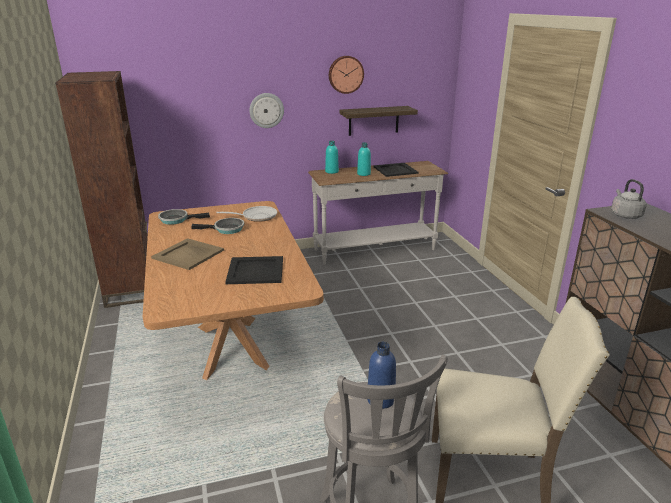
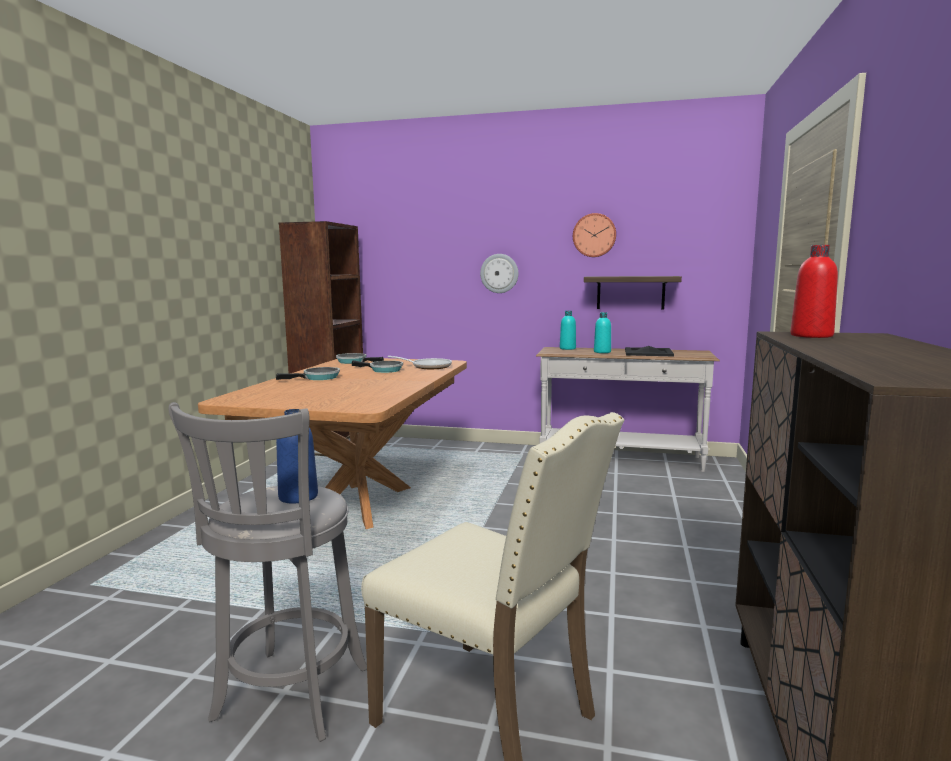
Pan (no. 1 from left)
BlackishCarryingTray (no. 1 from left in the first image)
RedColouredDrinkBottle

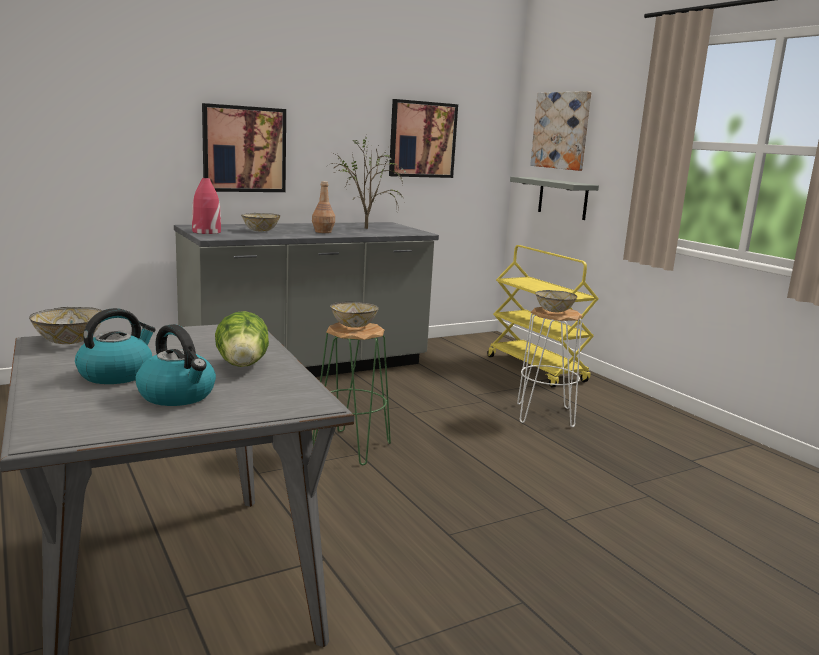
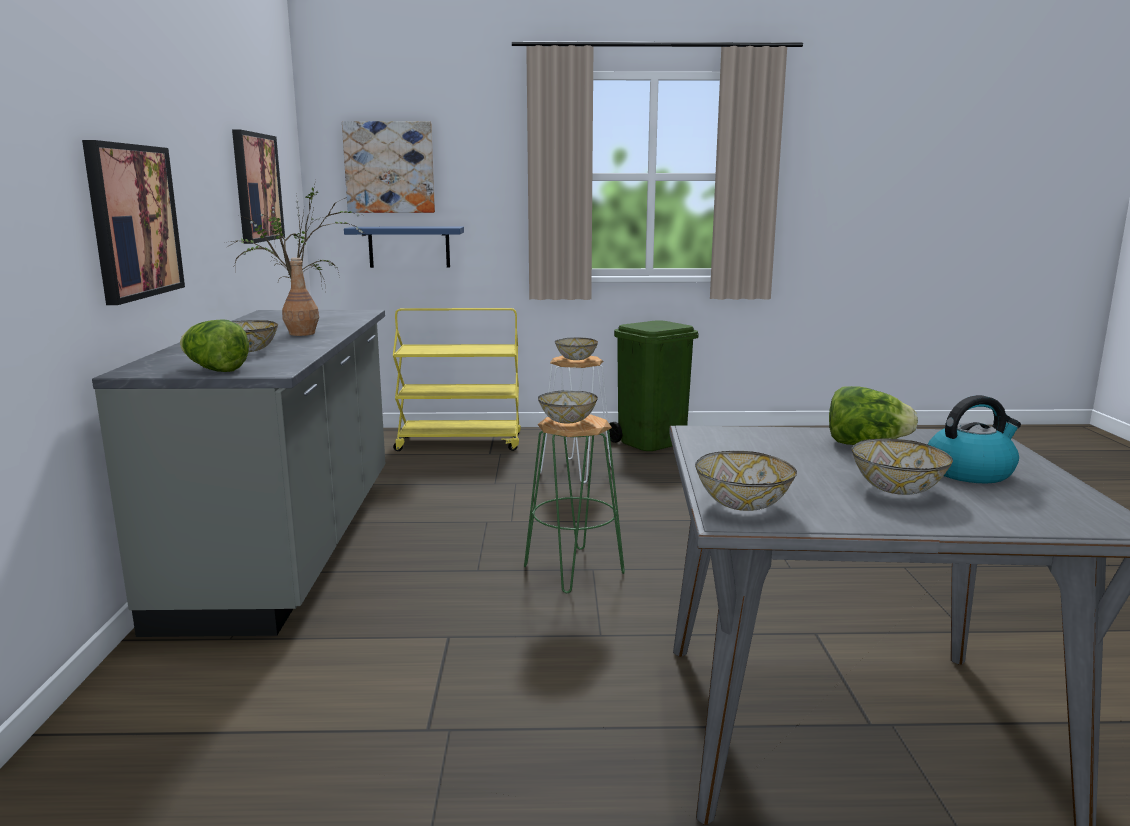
DeepDish (no. 5 from left)
LettuceHead (no. 1 from left)
BlueColouredWallShelf
GreenRubbishBin

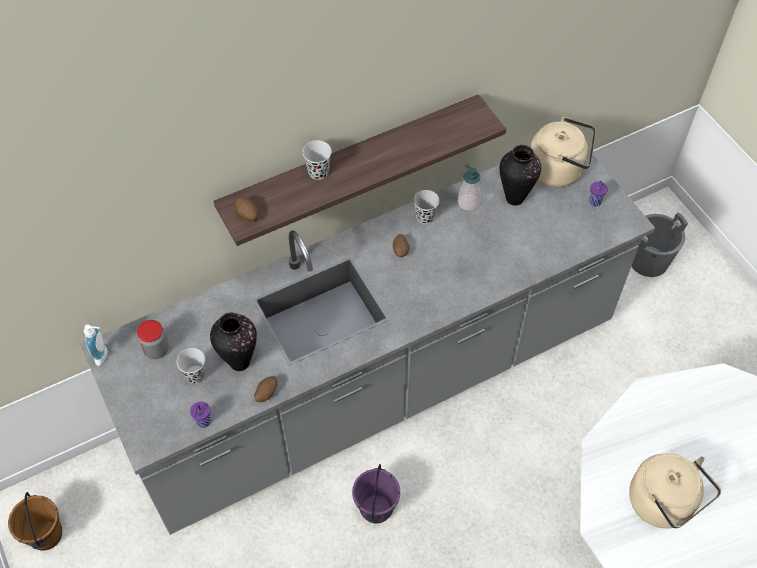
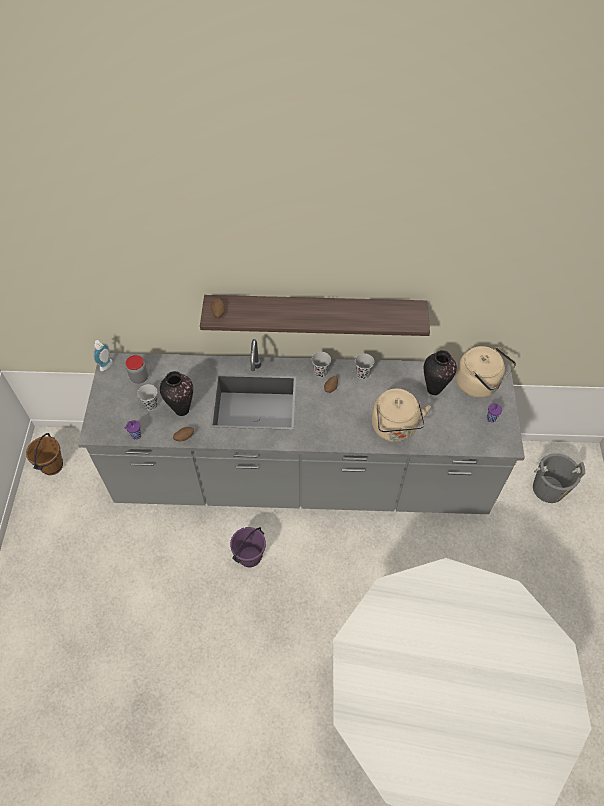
BlackishDrinkingCup (no. 2 from left)
SoapDispenser (no. 2 from left in the first image)
BeigeColouredTeaKettle (no. 1 from left)

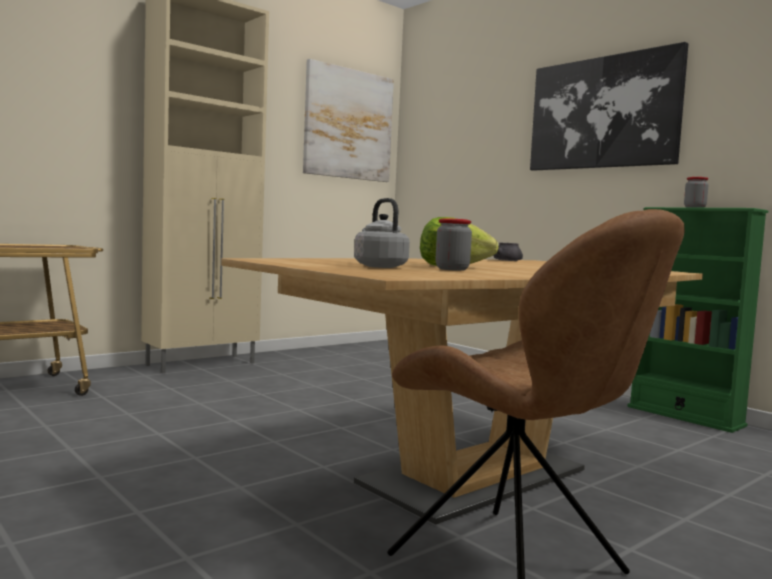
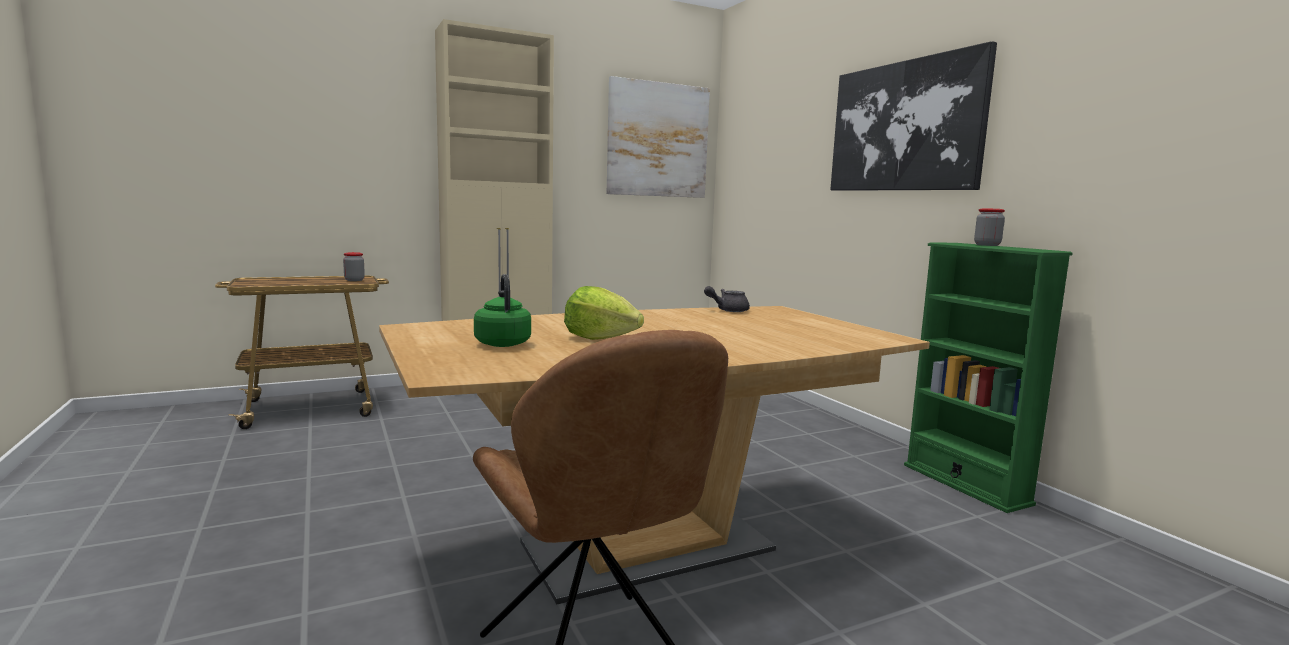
GreenTeaKettle
StorageJar (no. 1 from left)

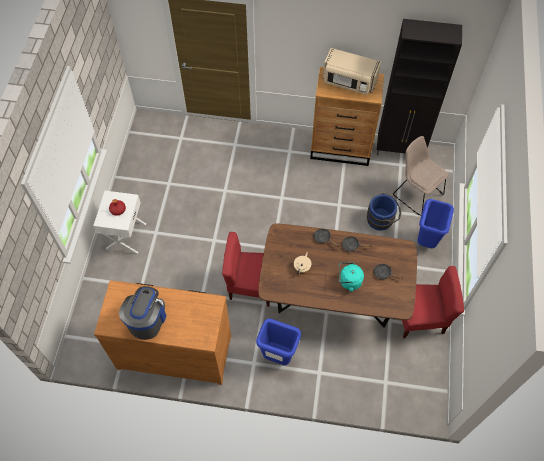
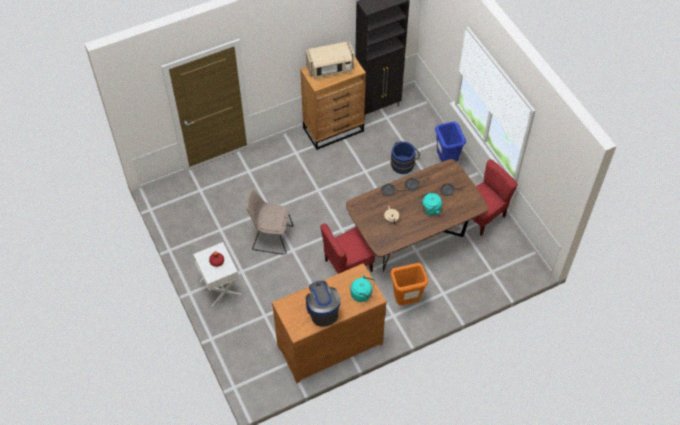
OrangeyRubbishBin
BeigeColouredChair
TurquoiseColouredTeaKettle (no. 1 from left)

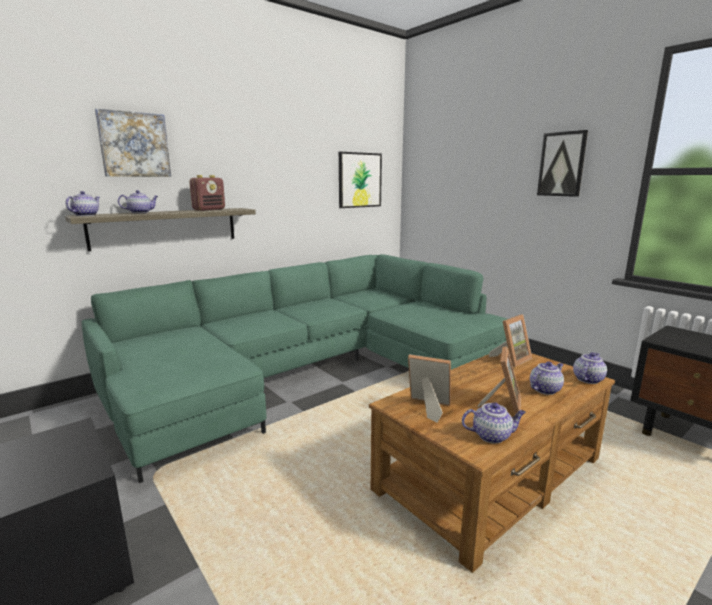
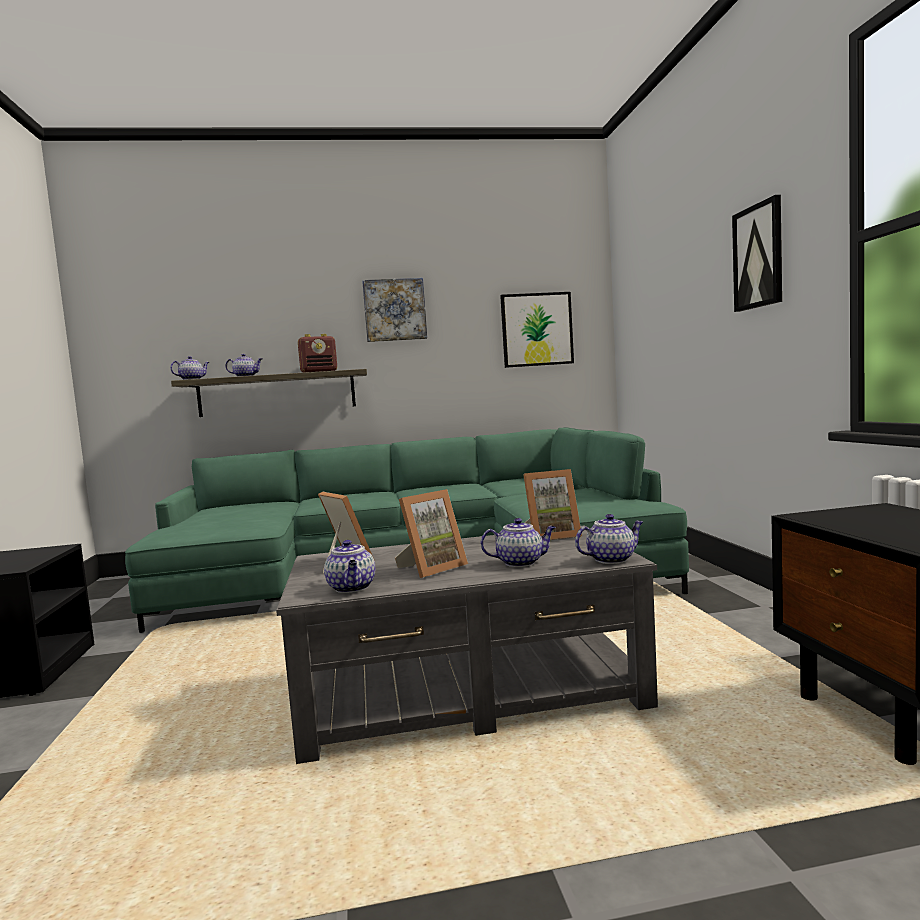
WallArt (no. 1 from left)
GreyishLoungeTable
TeaPot (no. 3 from left)

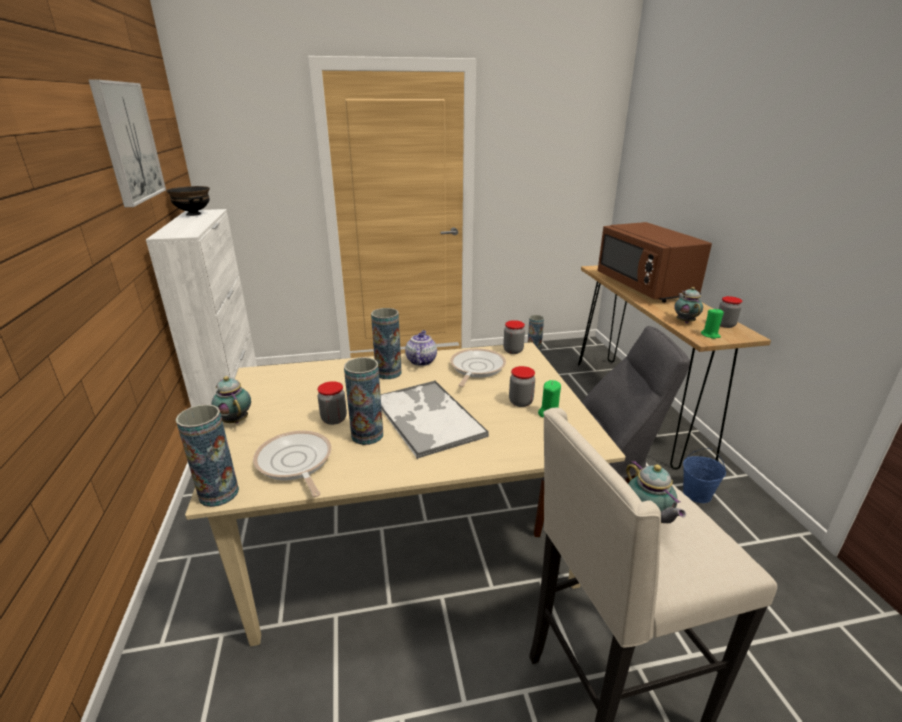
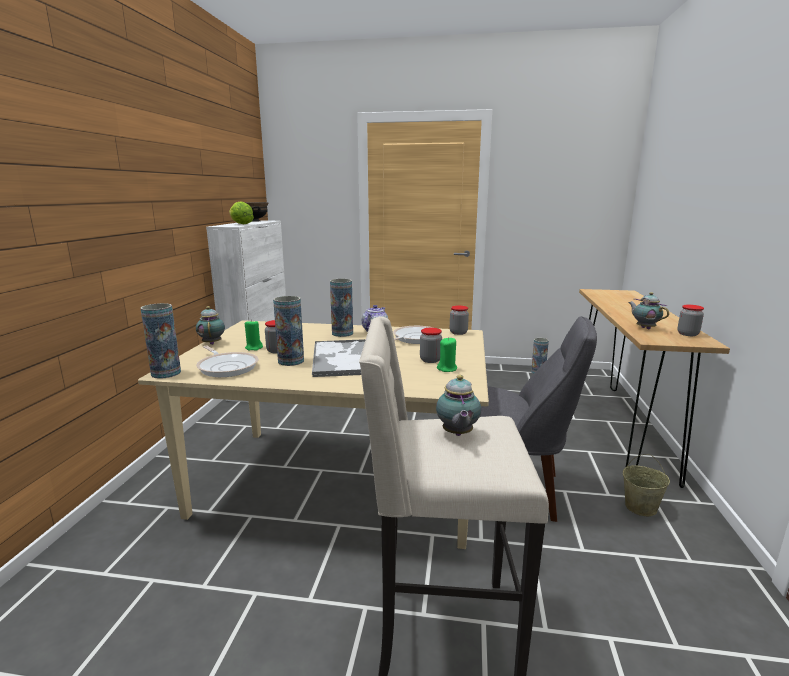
WallArt
Pan (no. 1 from left)
BrownishKitchenMicrowave
TeaPot (no. 4 from left)
BeigeColouredPail
GreenCandle (no. 1 from left)
LettuceHead

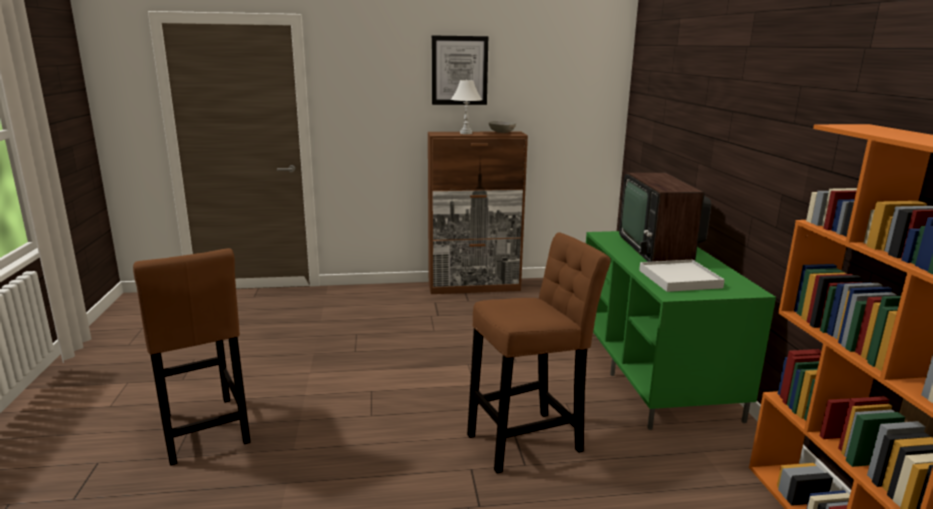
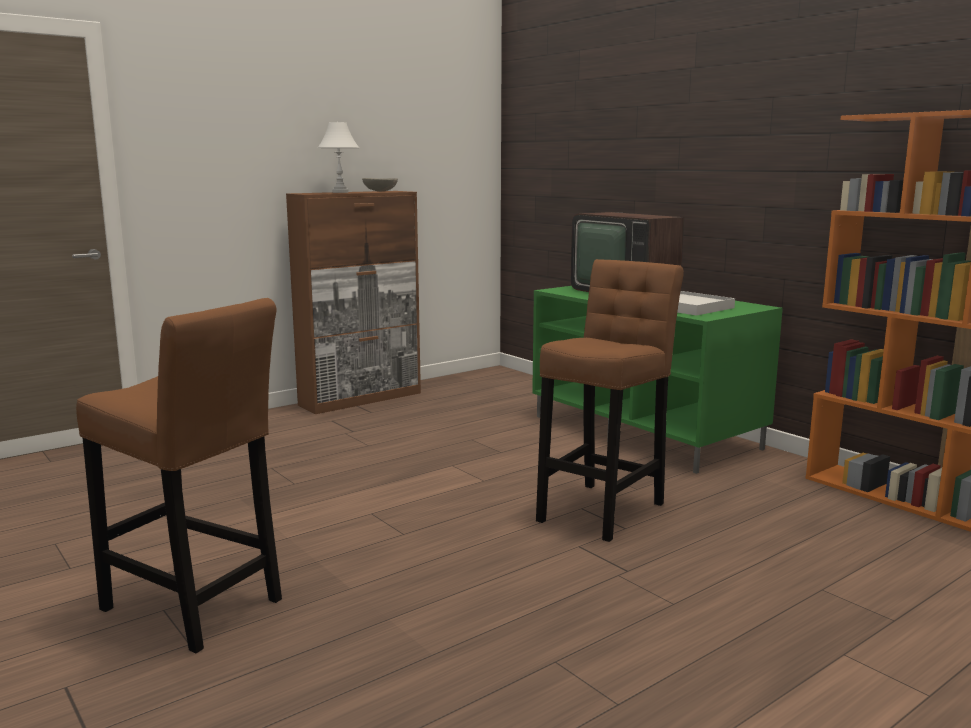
WallArt

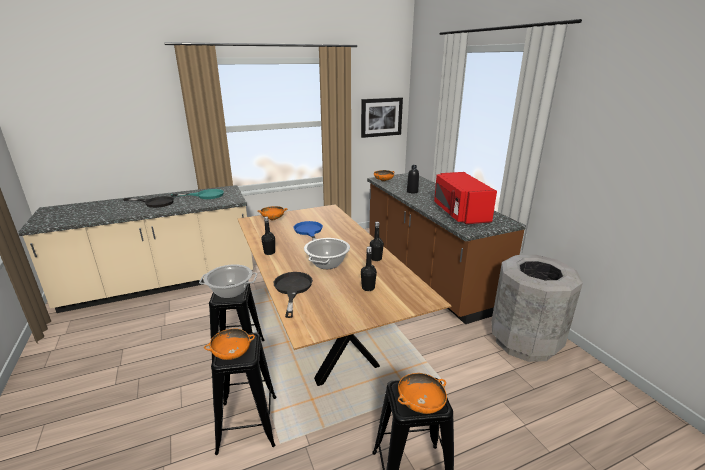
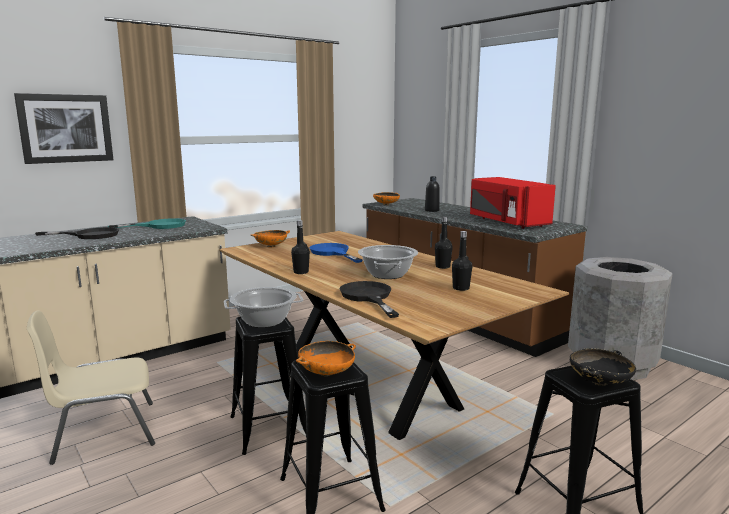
WallArt
BlackishDeepDish
BeigeColouredChair

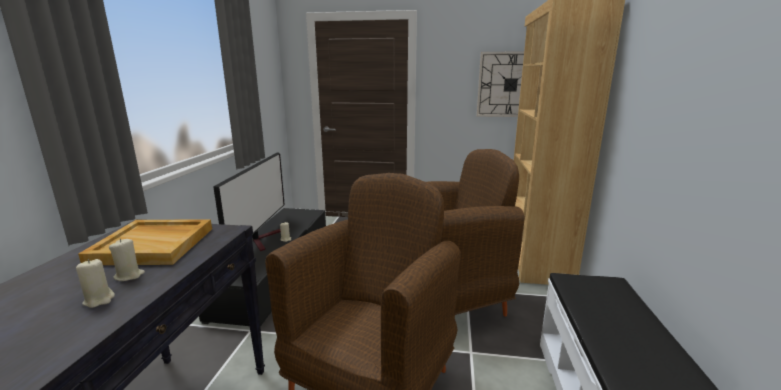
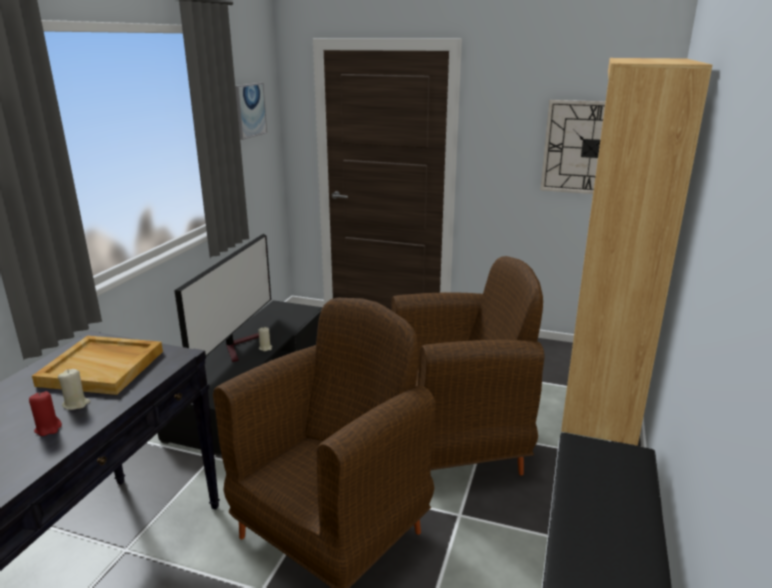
RedColouredCandle
WallArt

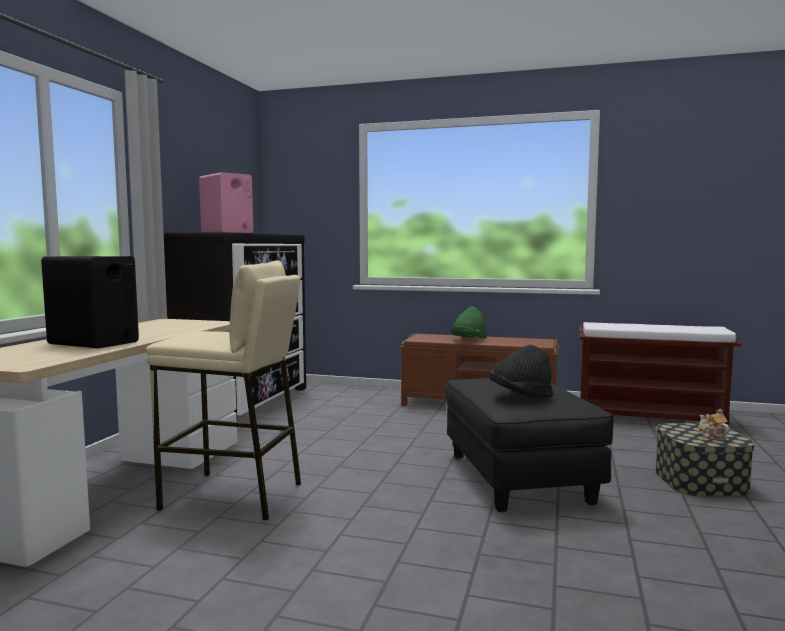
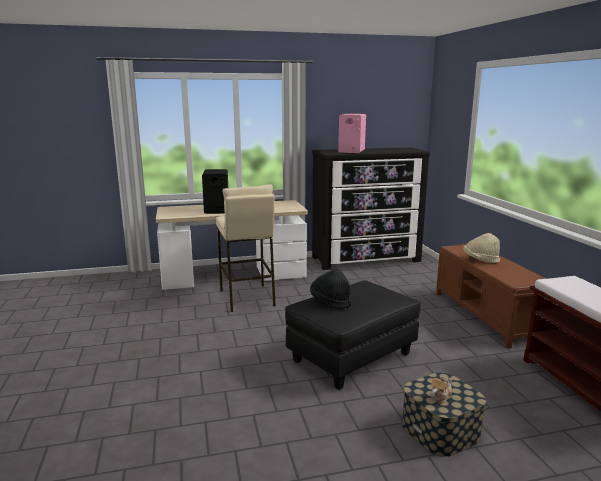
BeigeColouredClothingHat

